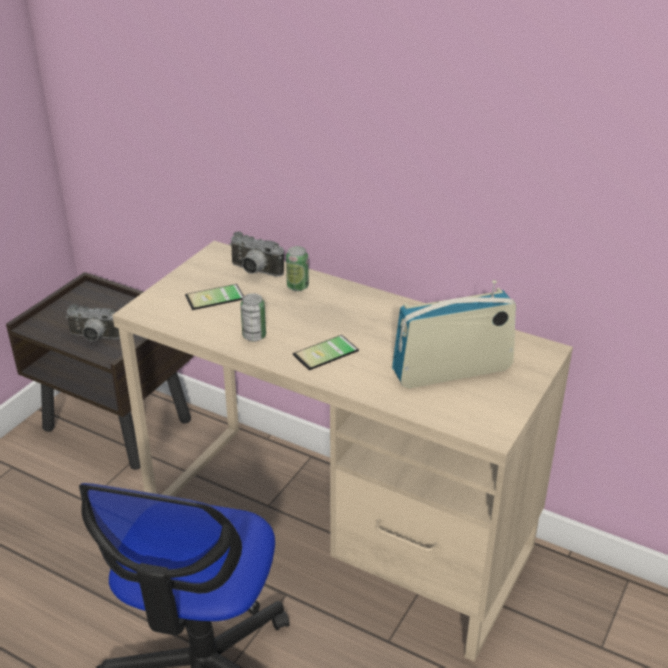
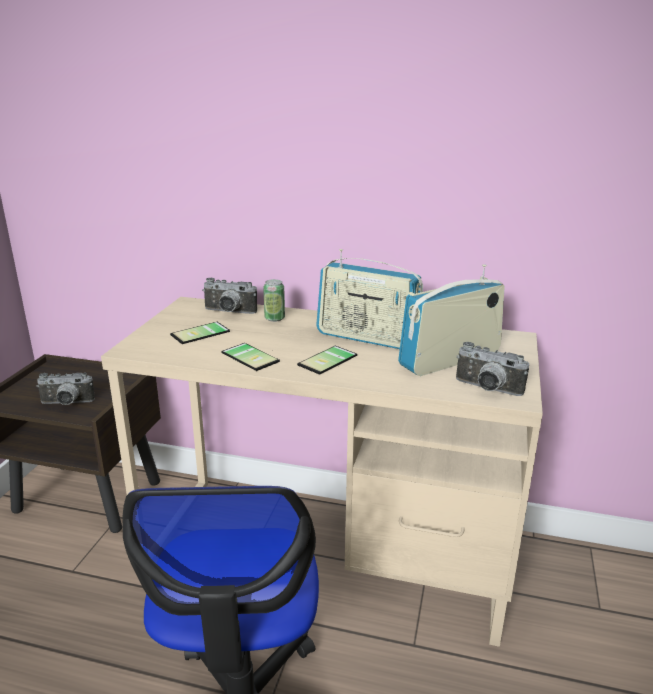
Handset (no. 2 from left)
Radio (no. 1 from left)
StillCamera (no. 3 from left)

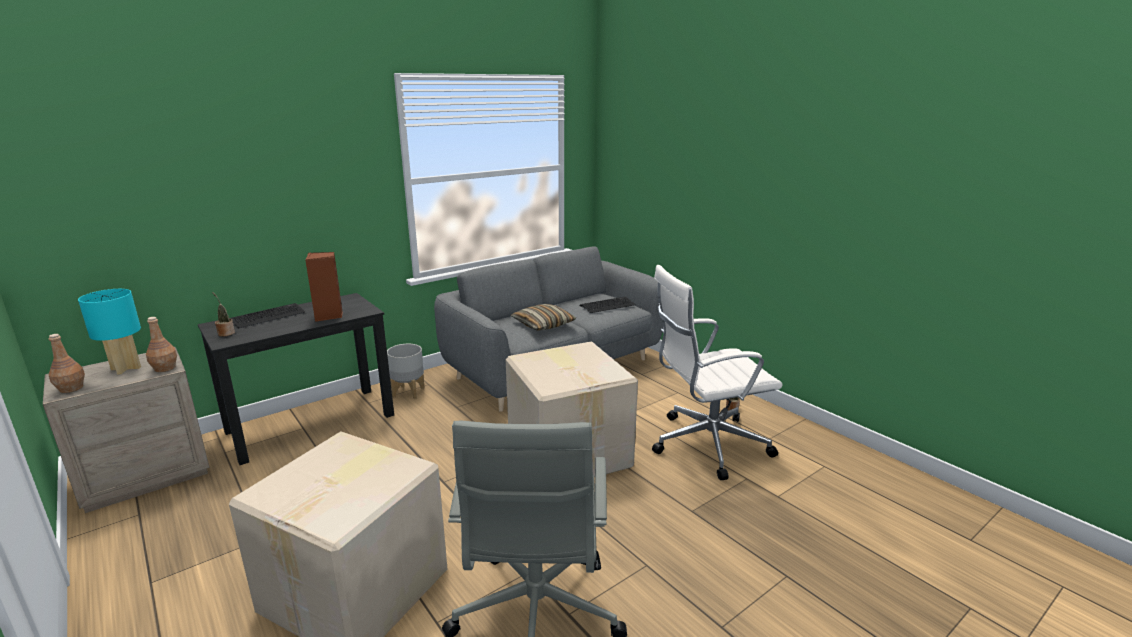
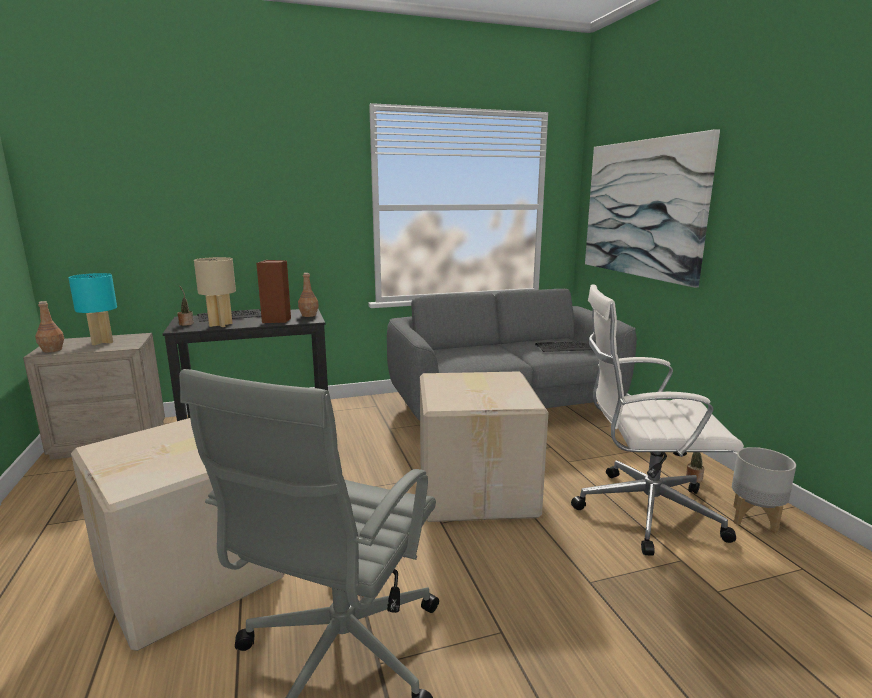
BrownishDrinkBottle (no. 2 from left)
GreyishPlantPot
Cushion
BeigeColouredTableLamp
WallArt

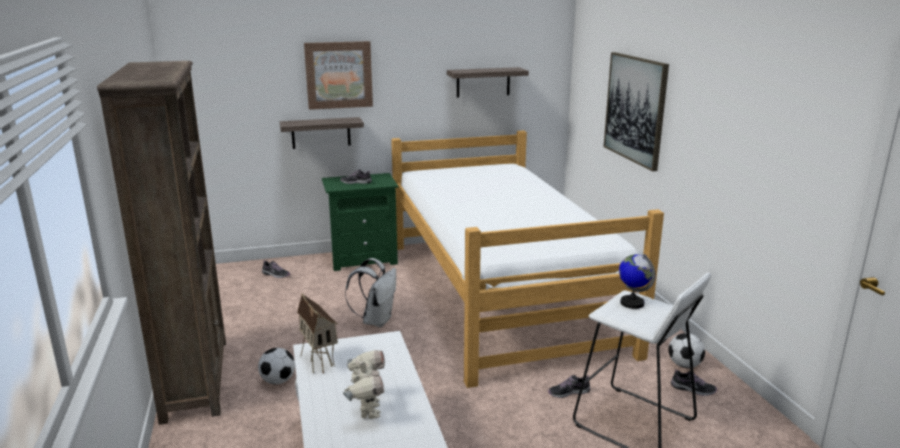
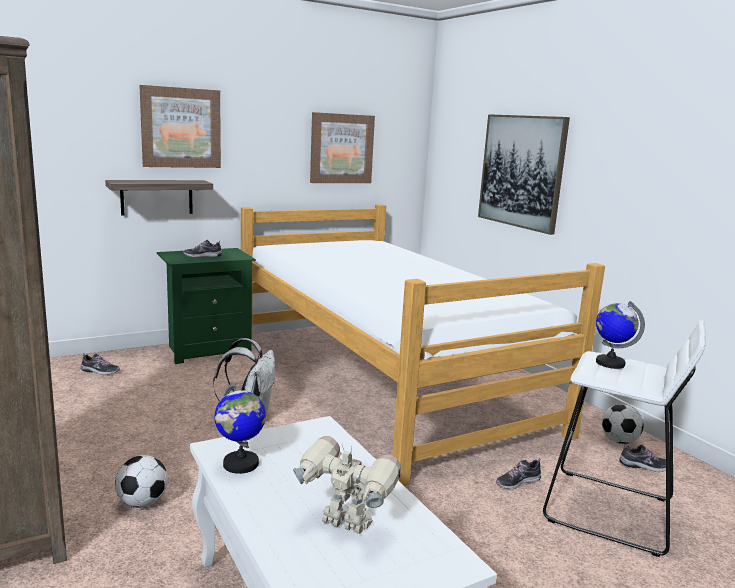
WorldGlobe (no. 1 from left)
ModelRobot
WallArt (no. 2 from left)

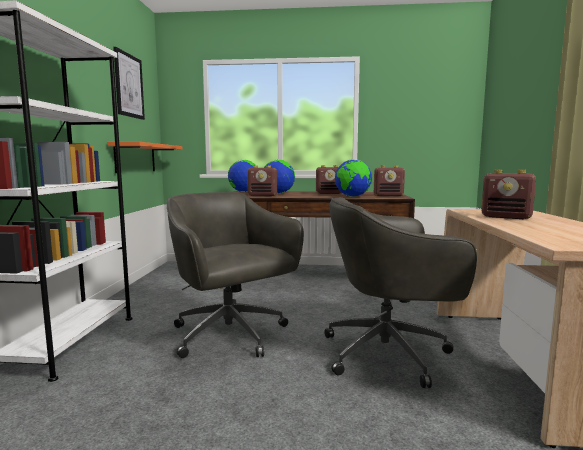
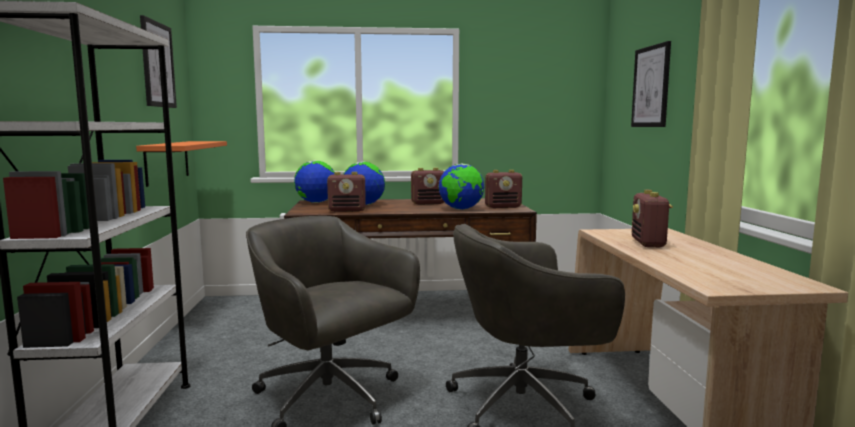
Radio (no. 4 from left)
WallArt (no. 2 from left)

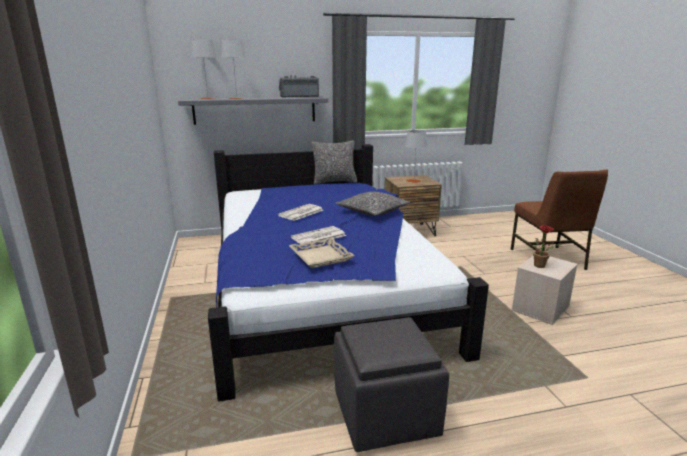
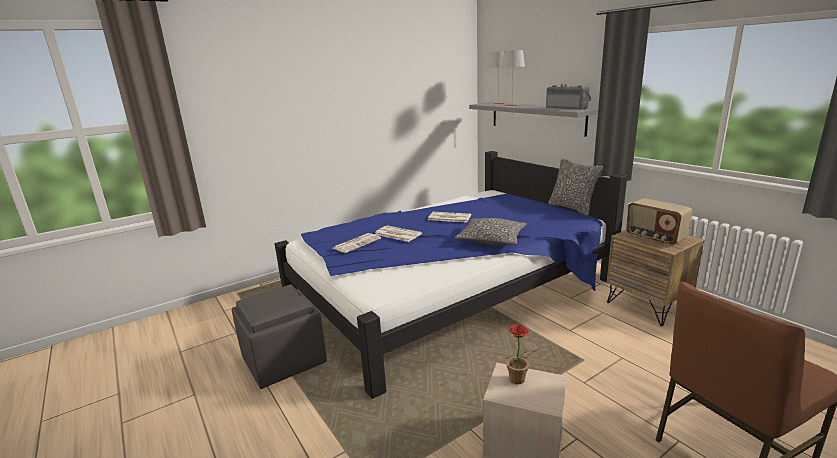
PrintedPaper (no. 1 from left)
Radio (no. 2 from left)

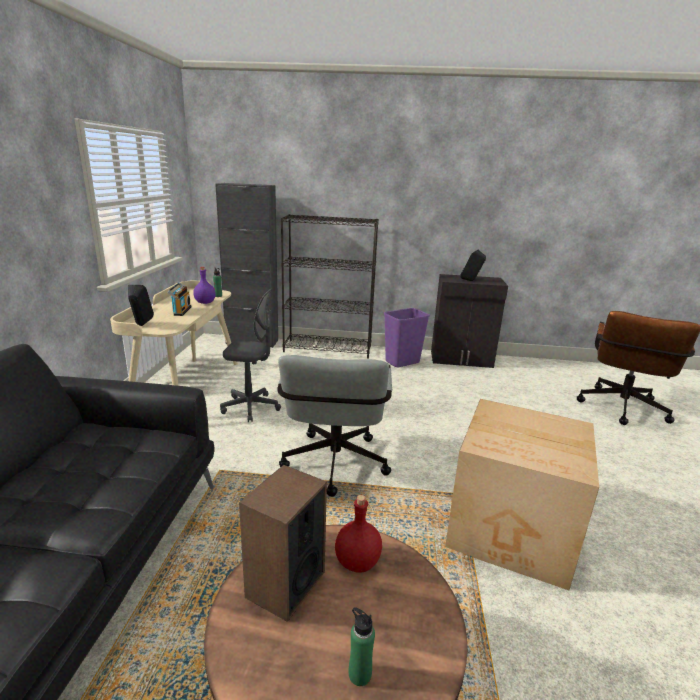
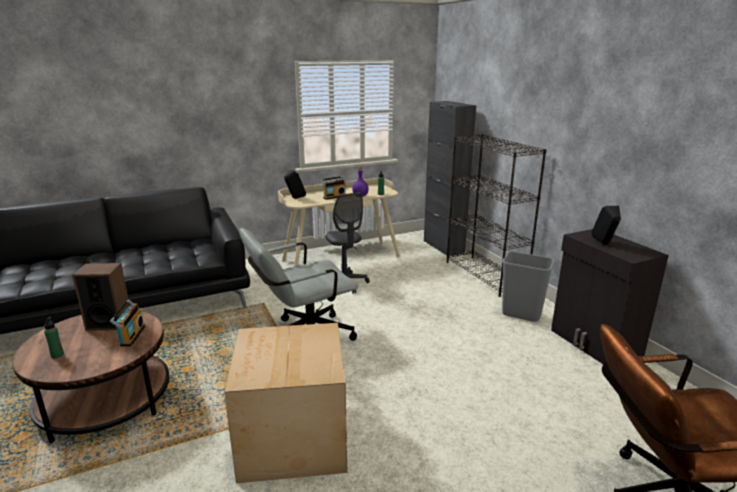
Radio (no. 1 from left)
GreyishRubbishBin

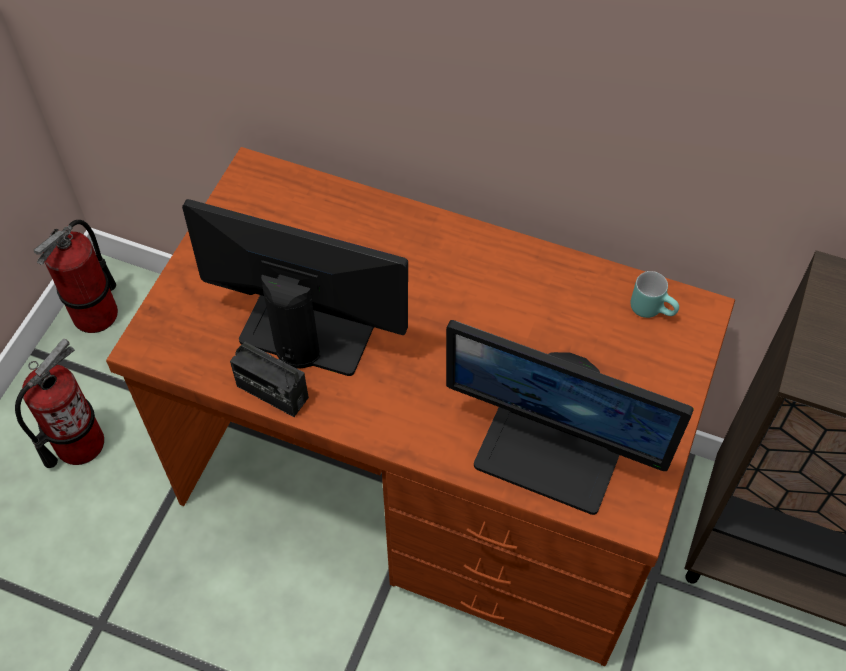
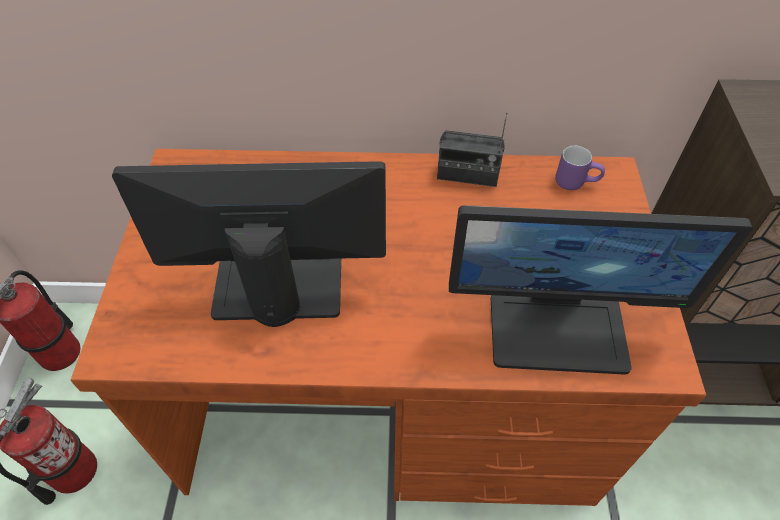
Radio
PurpleCoffeeMug

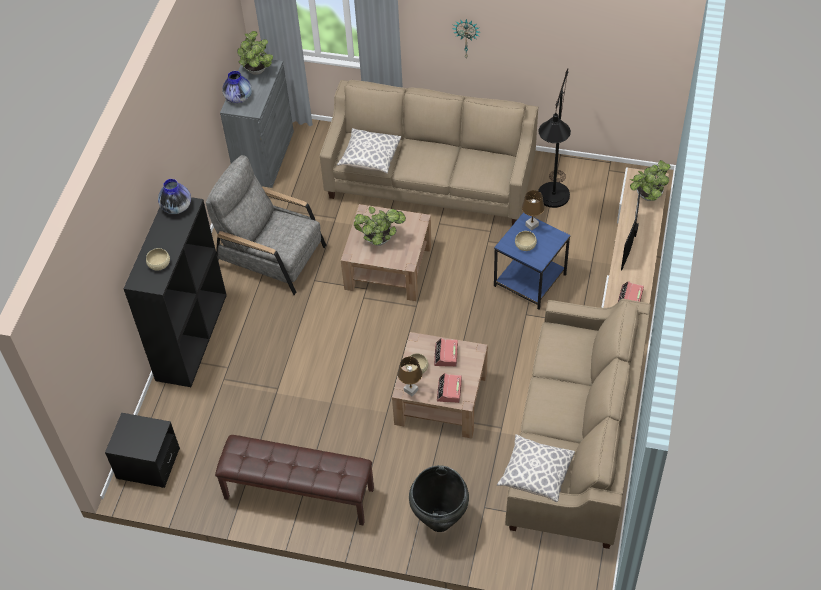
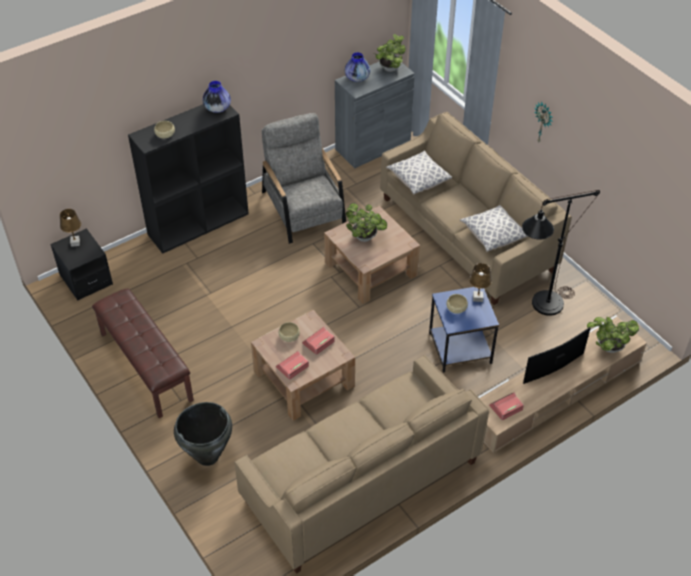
BrownishTableLamp (no. 1 from left)
Cushion (no. 2 from left)

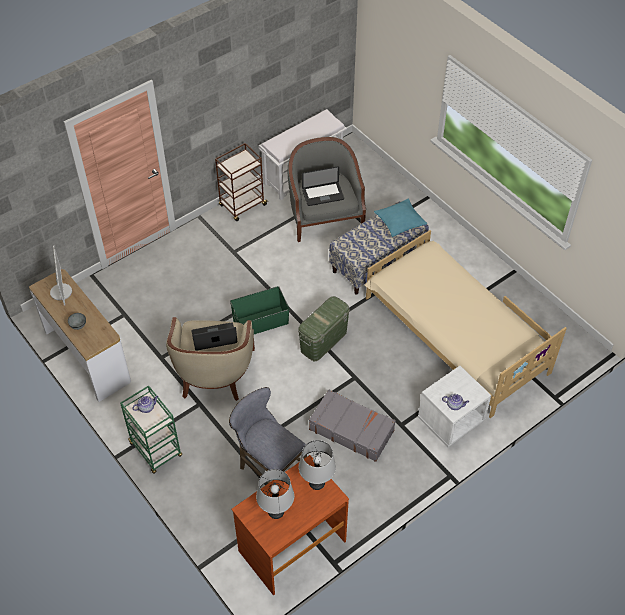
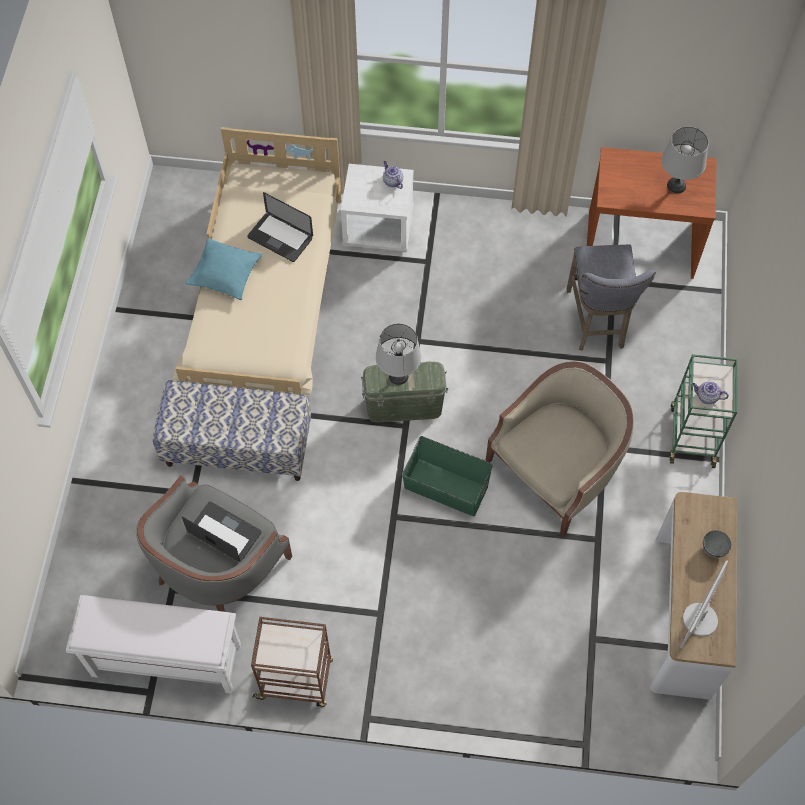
PortableComputer (no. 2 from left)
GreyishTableLamp (no. 1 from left)
GreyishPieceOfLuggage
TurquoiseColouredCushion

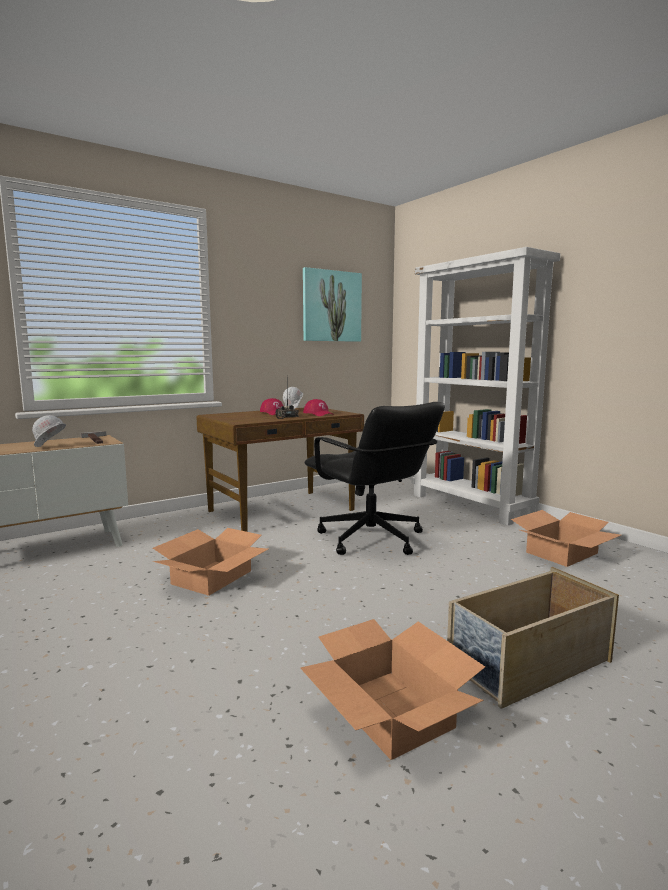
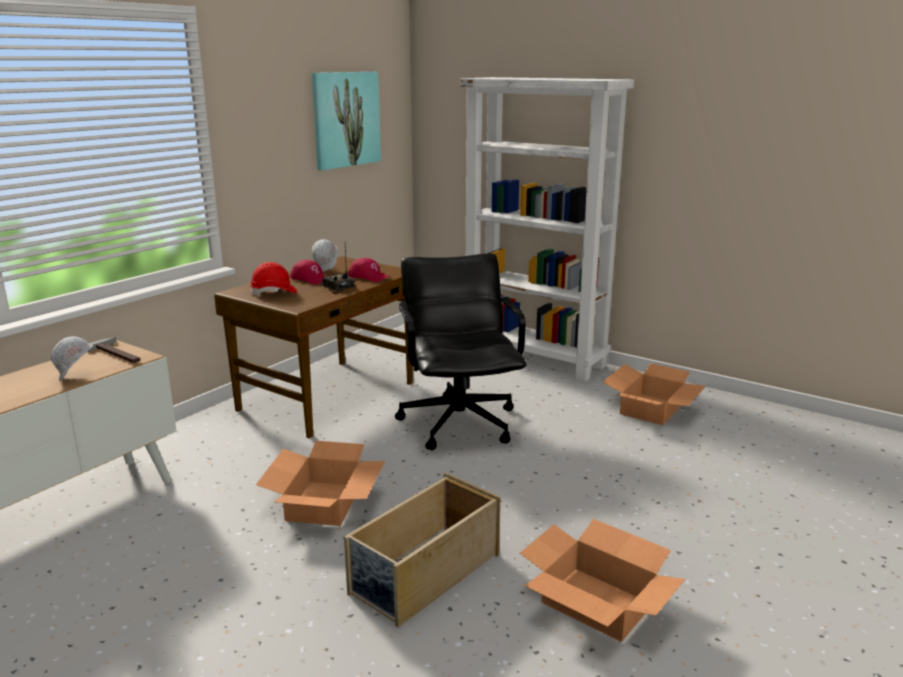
BlackishComputerChair
BeigeColouredStorageBox
RedColouredHardHat

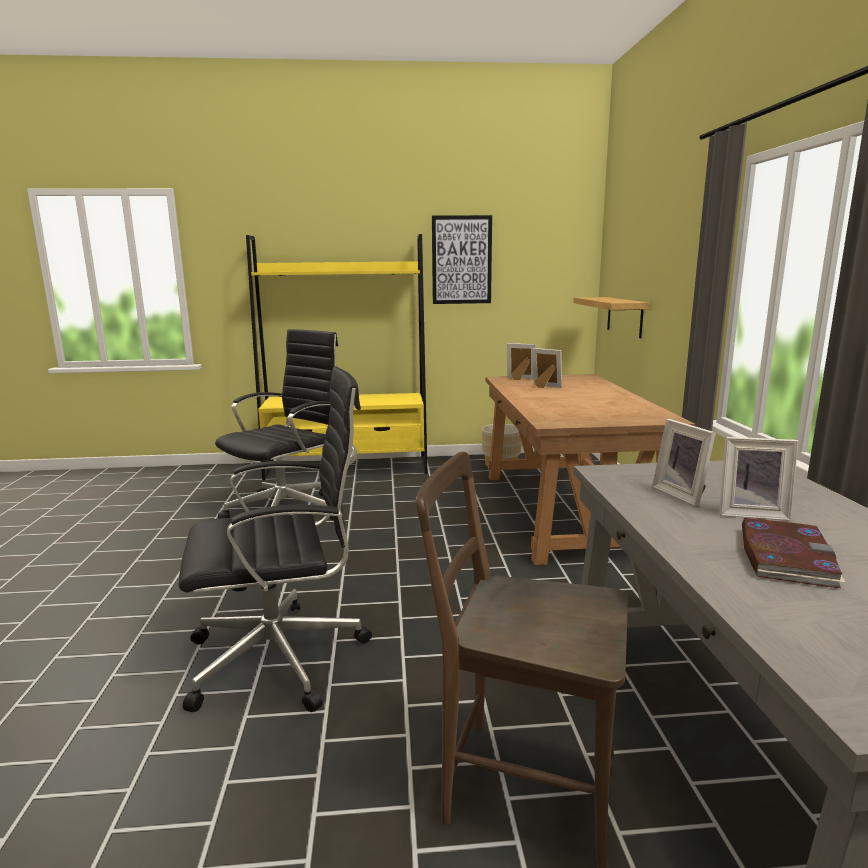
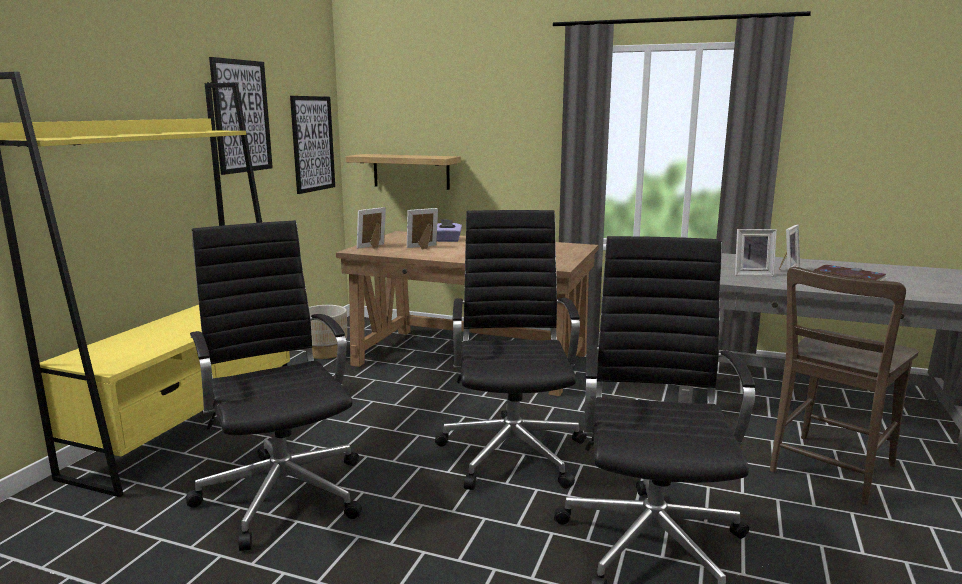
WallArt (no. 2 from left)
BlackishComputerChair (no. 2 from left)
PurpleTissueHolder

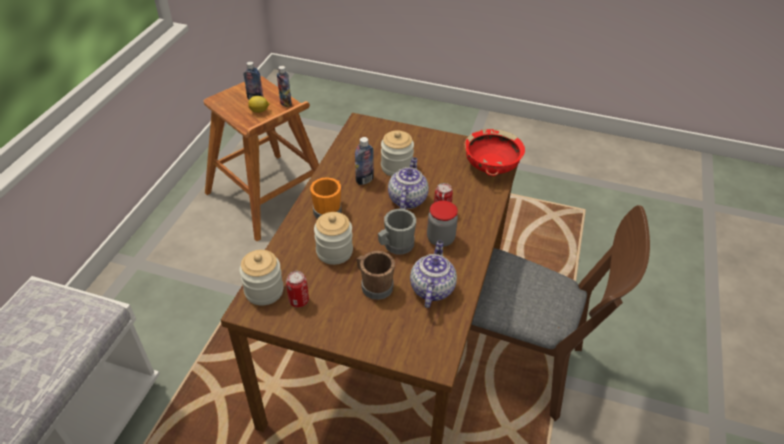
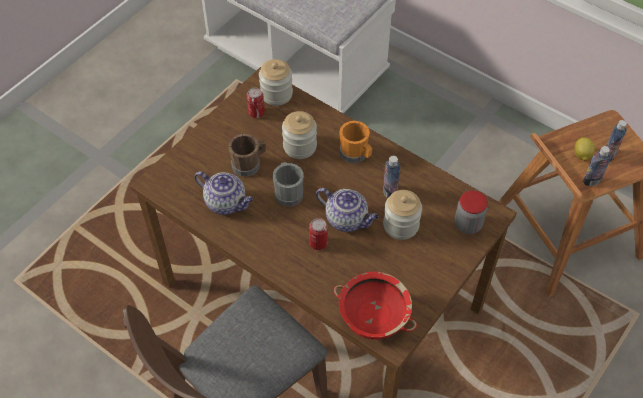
StorageJar (no. 4 from left)

